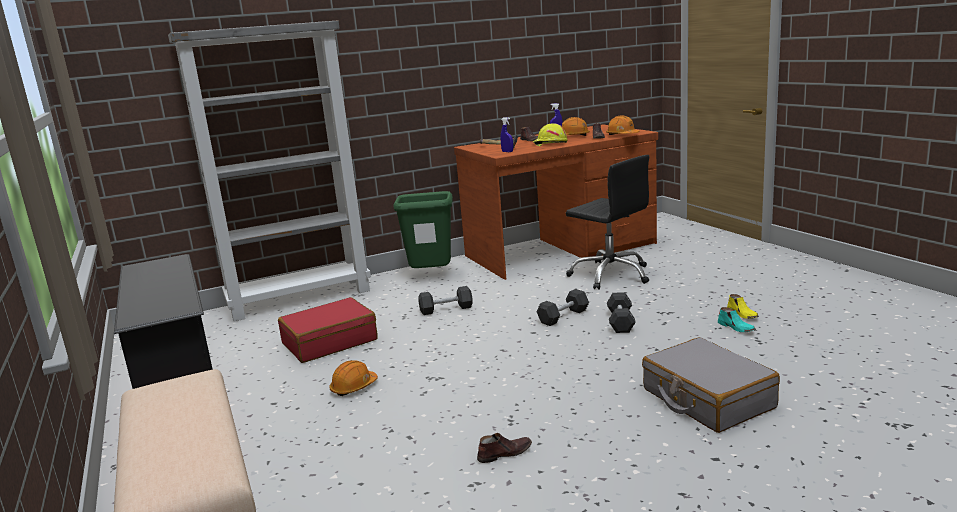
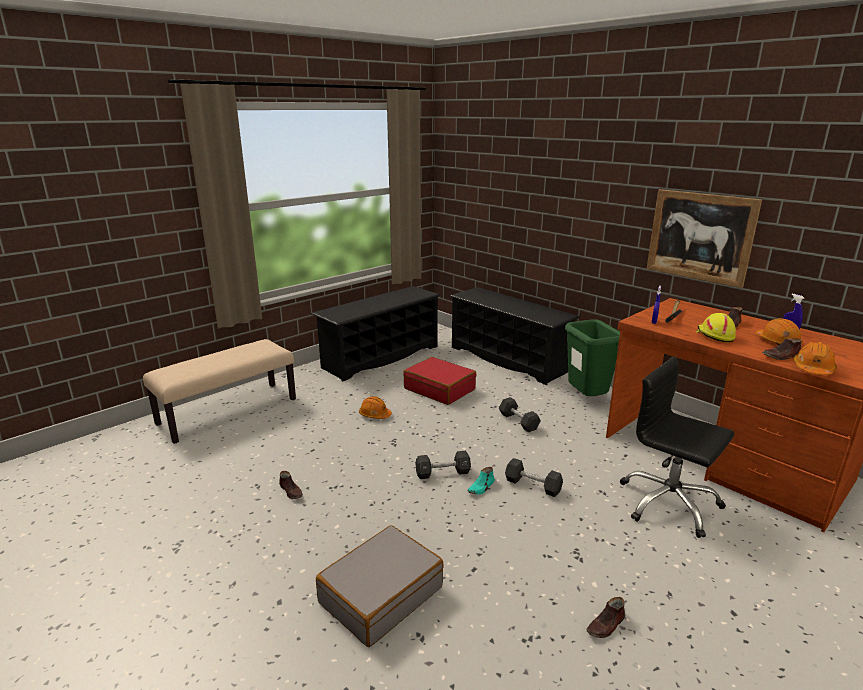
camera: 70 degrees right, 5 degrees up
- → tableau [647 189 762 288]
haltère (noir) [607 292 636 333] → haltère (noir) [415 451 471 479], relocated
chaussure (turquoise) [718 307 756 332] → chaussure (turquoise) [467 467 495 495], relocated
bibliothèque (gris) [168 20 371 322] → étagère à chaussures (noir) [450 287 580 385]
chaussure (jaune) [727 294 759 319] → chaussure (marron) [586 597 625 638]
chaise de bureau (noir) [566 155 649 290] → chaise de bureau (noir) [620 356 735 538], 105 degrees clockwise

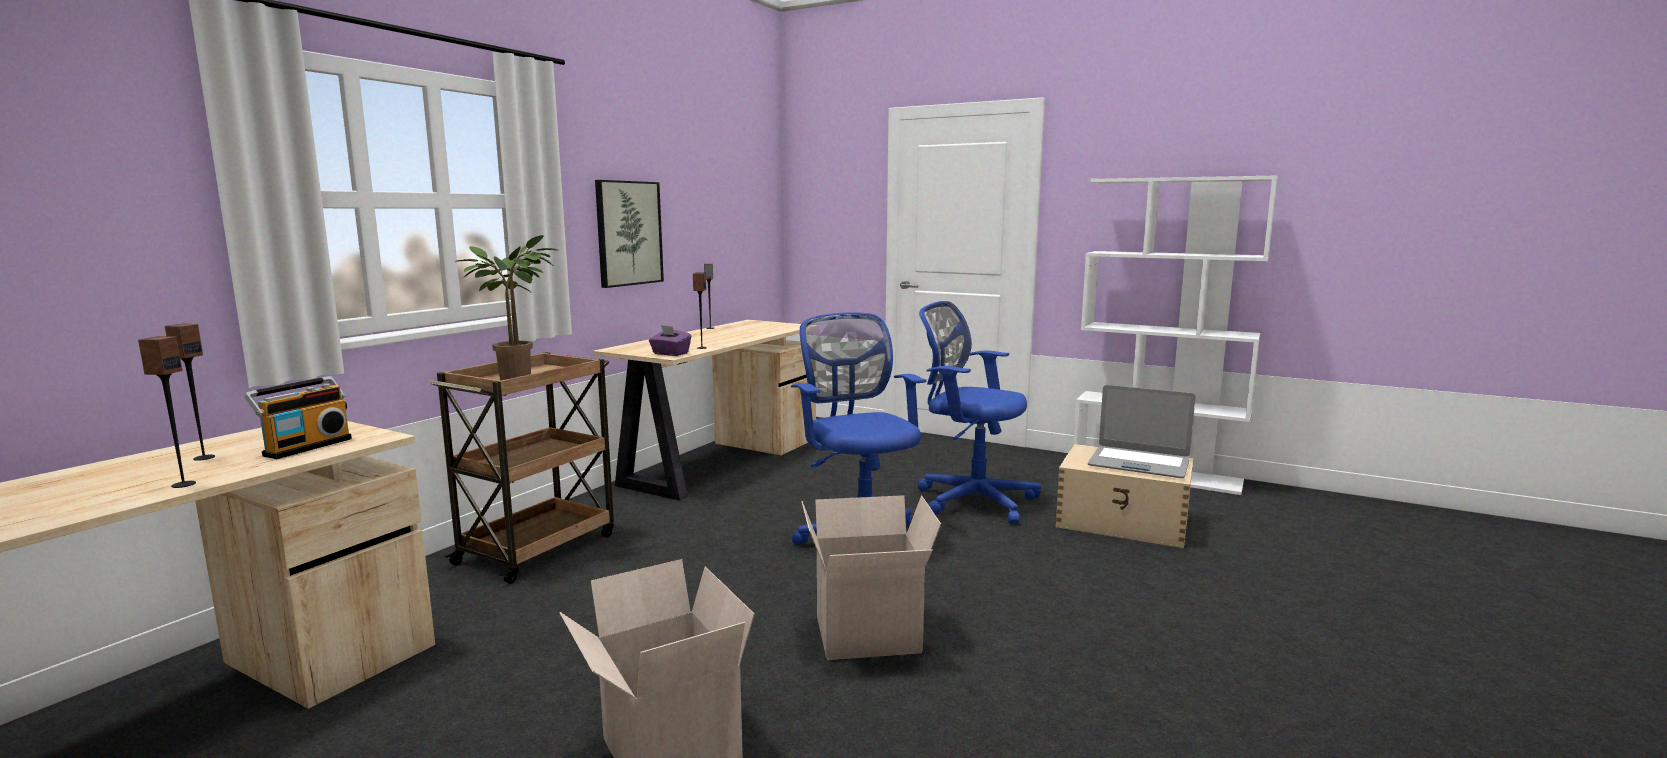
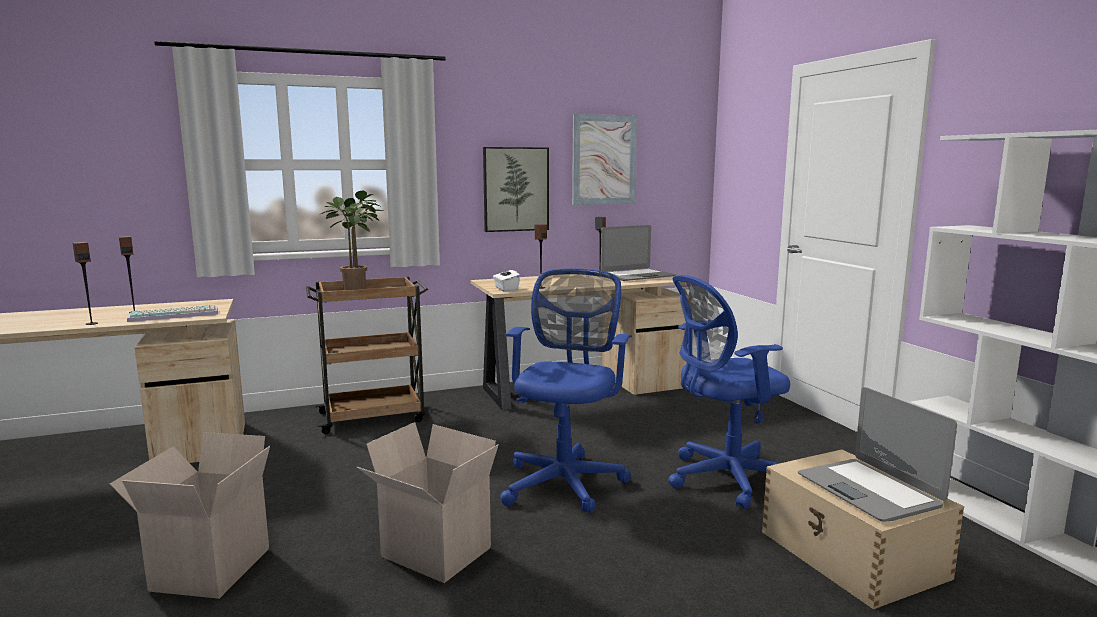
camera: 40 degrees right, 0 degrees up
- → tableau [572 114 637 205]
- → ordinateur portable [601 225 676 281]
radio [244 376 352 459] → clavier [127 305 218 322]
boîte à mouchoirs (violet) [649 325 691 356] → boîte à mouchoirs (blanc) [493 265 520 292]
chaise de bureau (bleu) [917 301 1041 525] → chaise de bureau (bleu) [668 275 790 509], 90 degrees counterclockwise

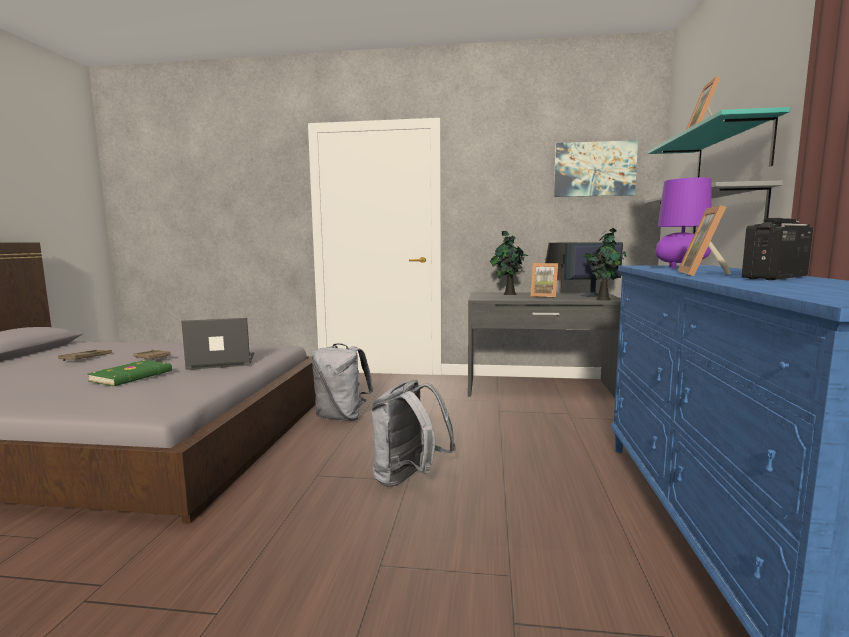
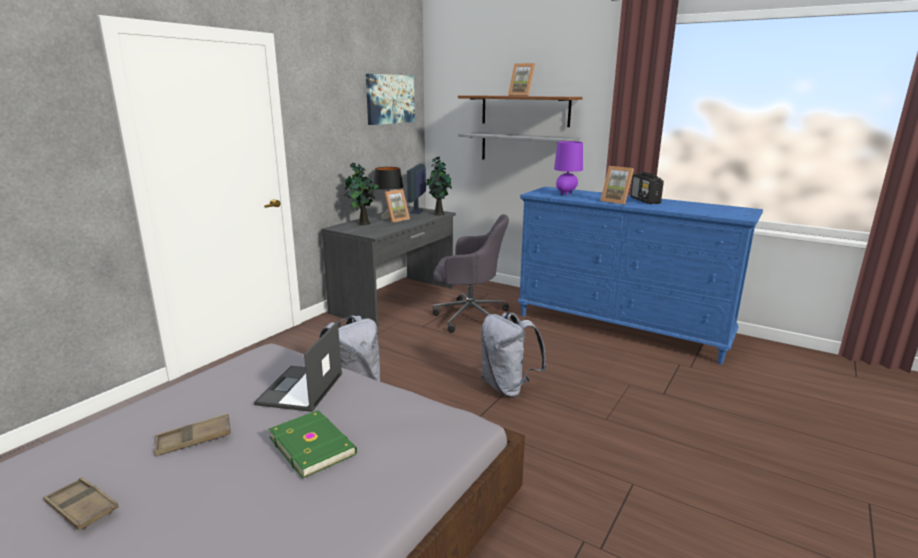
camera: 65 degrees left, 10 degrees up
- → chaise de bureau (gris) [433 214 509 333]
étagère (turquoise) [648 107 790 178] → étagère (marron) [458 95 582 127]

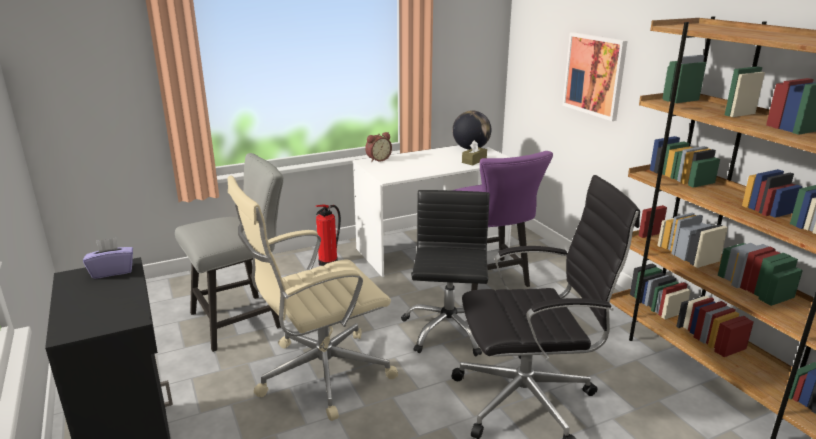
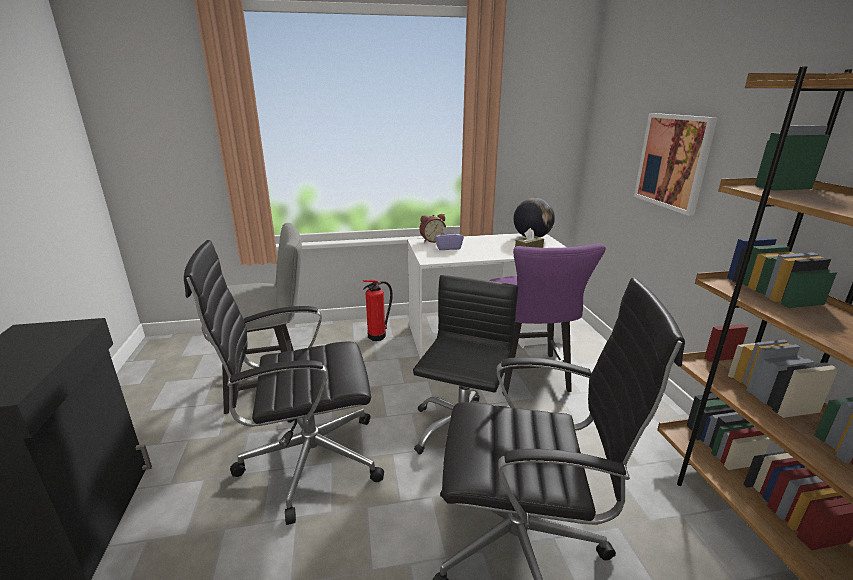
camera: 15 degrees right, 0 degrees up
boîte à mouchoirs (violet) [83 238 133 279] → boîte à mouchoirs (violet) [434 227 464 250], relocated
chaise de bureau (beige) [228 176 398 421] → chaise de bureau (noir) [184 240 384 525]

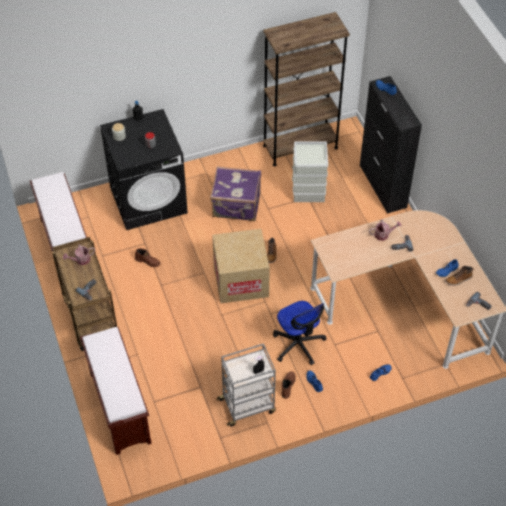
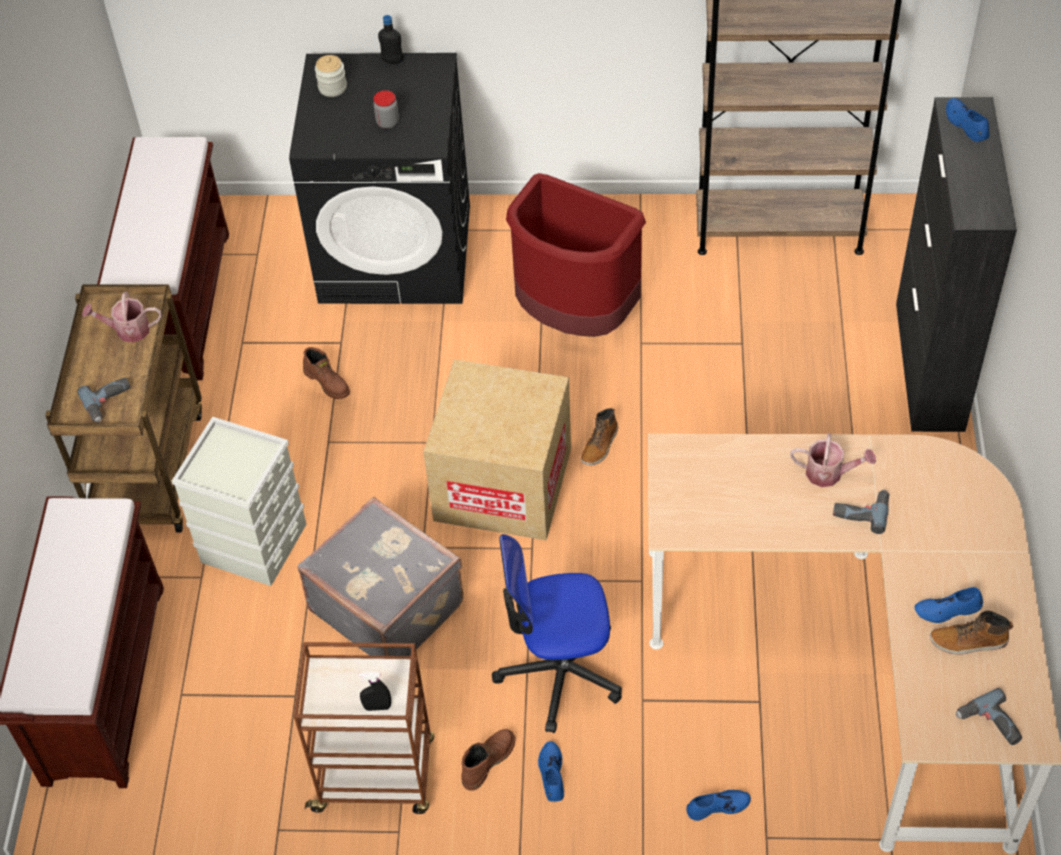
camera: 25 degrees right, 0 degrees up
- → valise (gris) [298 497 464 656]
boîte de rangement (gris) [292 141 328 202] → boîte de rangement (gris) [172 417 306 586], relocated
valise (violet) [210 167 261 221] → poubelle (rouge) [506 173 646 337]
chariot (gris) [217 343 276 427] → chariot (marron) [294 642 434 814]
chaise de bureau [273 301 327 365] → chaise de bureau [492 534 622 733], 90 degrees clockwise

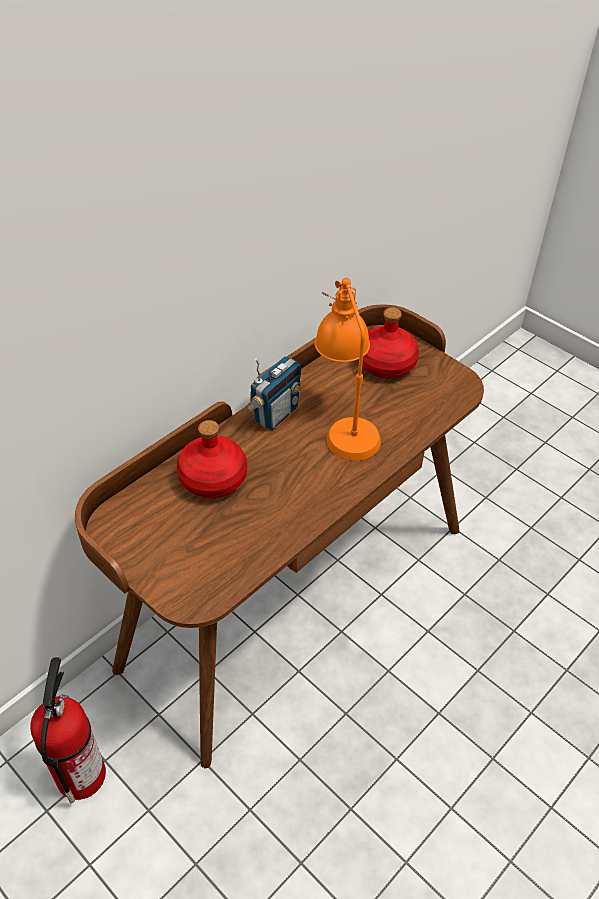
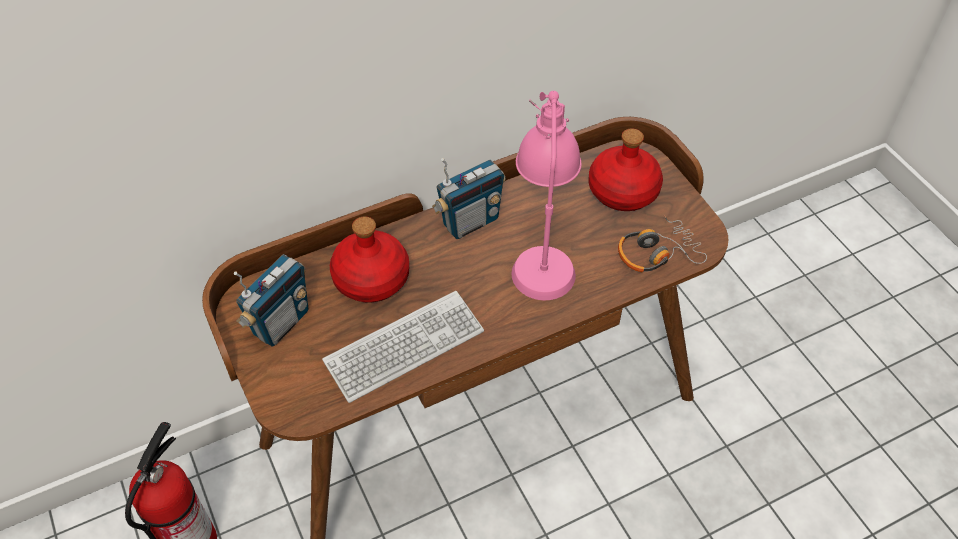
camera: 20 degrees right, 5 degrees up
- → radio [234 254 308 347]
- → clavier [322 291 484 403]
- → casque audio [618 215 707 272]
lampe de table (orange) [314 278 381 461] → lampe de table (rose) [511 91 582 300]

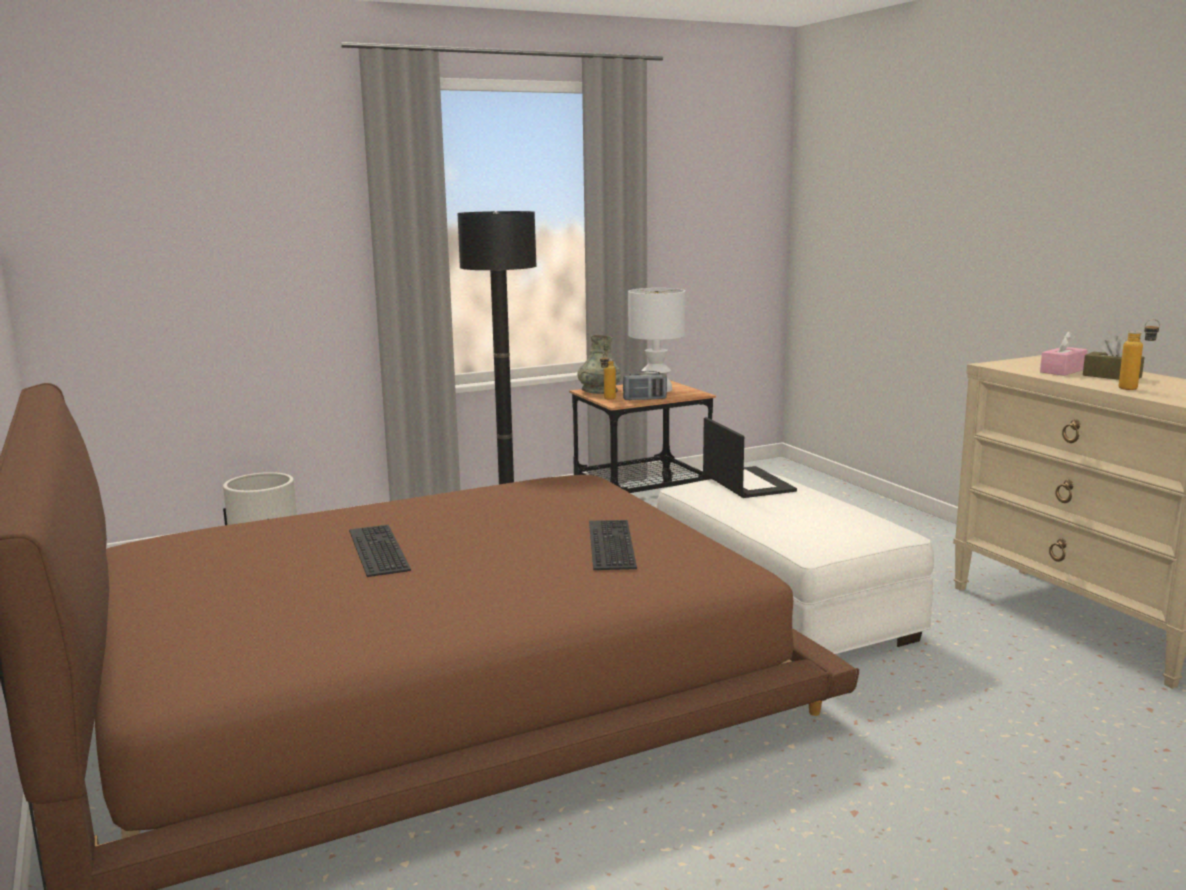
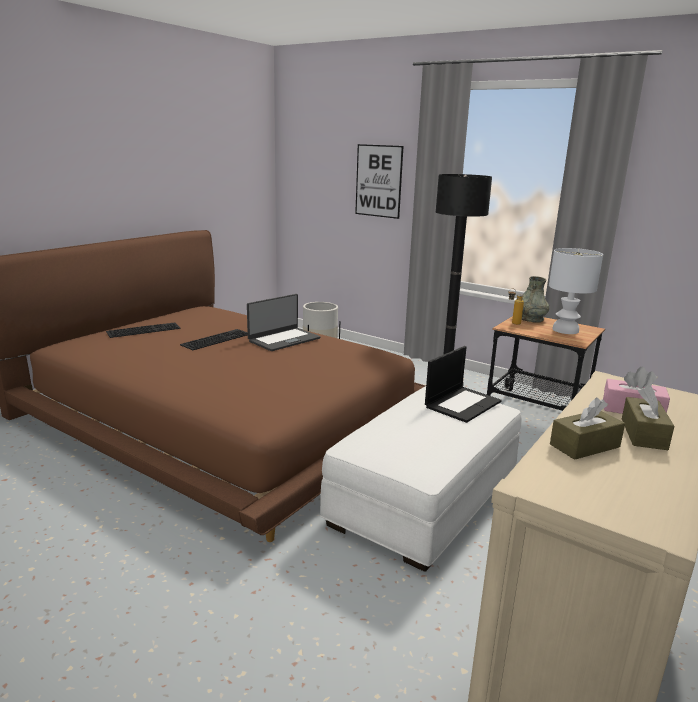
camera: 60 degrees right, 5 degrees up
radio [623 371 667 400] → -
- → ordinateur portable [247 294 320 351]
- → tableau [355 144 404 219]
clavier [589 520 637 570] → clavier [106 322 181 338], relocated
bouteille [1119 319 1160 390] → boîte à mouchoirs (marron) [550 398 625 460]

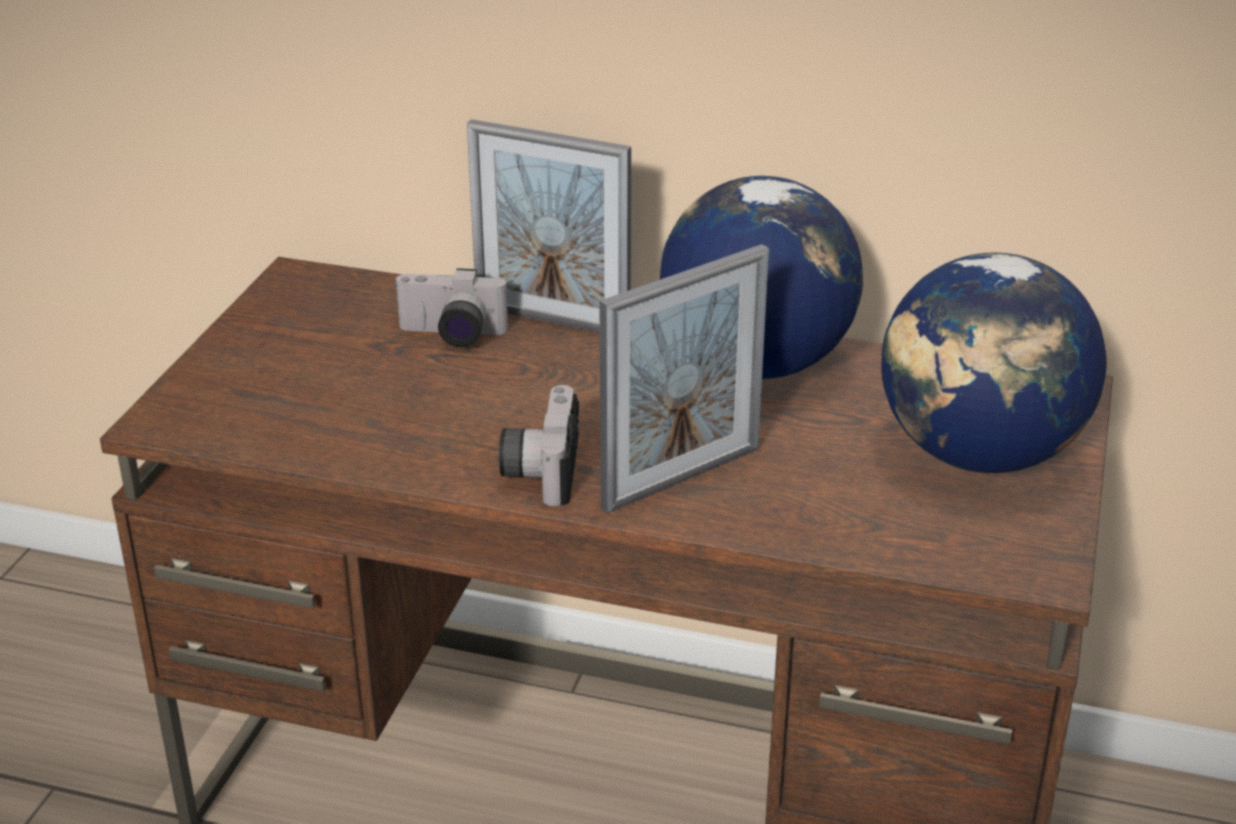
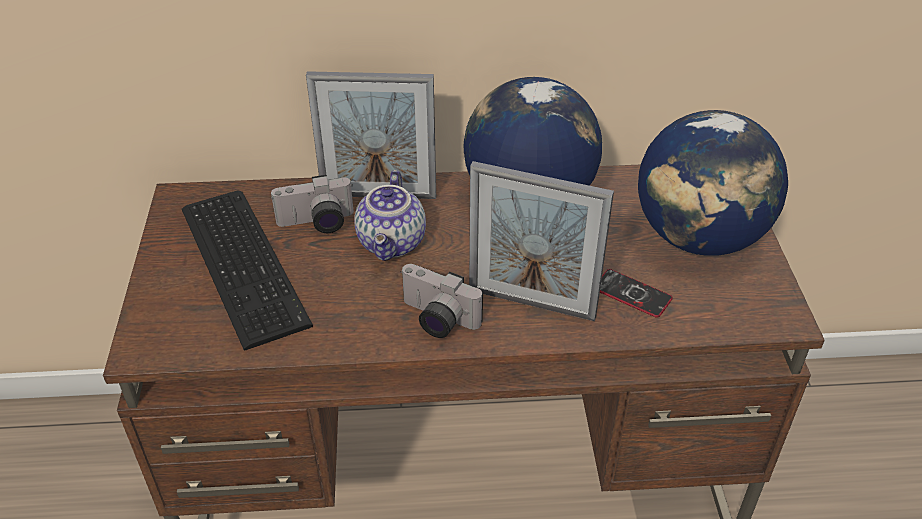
camera: 20 degrees left, 10 degrees up
- → clavier [182 190 313 351]
- → théière [355 170 426 261]
- → téléphone [600 269 673 318]
appareil photo [499 385 579 506] → appareil photo [400 264 483 338], 45 degrees counterclockwise
cadre photo [599 244 769 514] → cadre photo [469 161 614 321], 75 degrees clockwise

